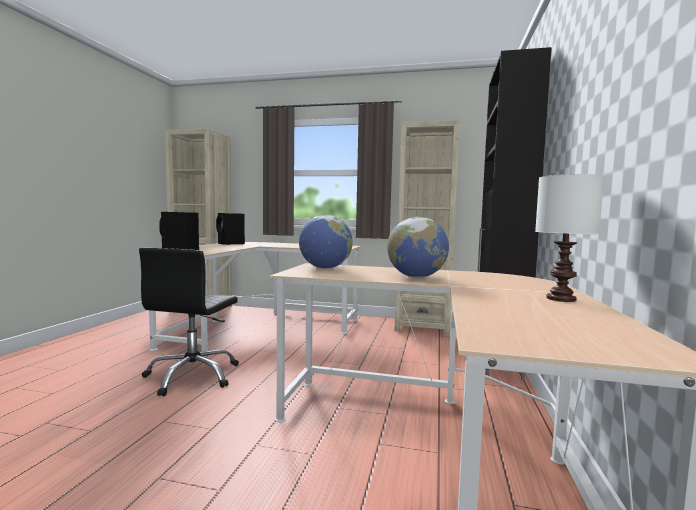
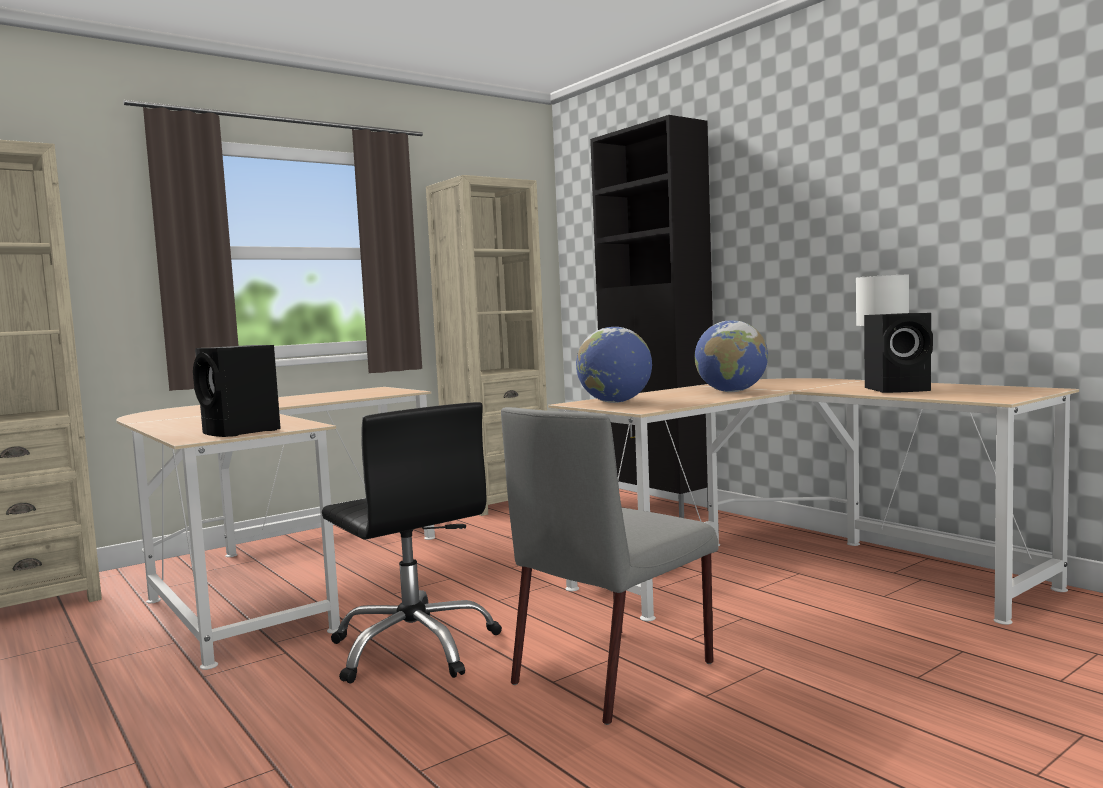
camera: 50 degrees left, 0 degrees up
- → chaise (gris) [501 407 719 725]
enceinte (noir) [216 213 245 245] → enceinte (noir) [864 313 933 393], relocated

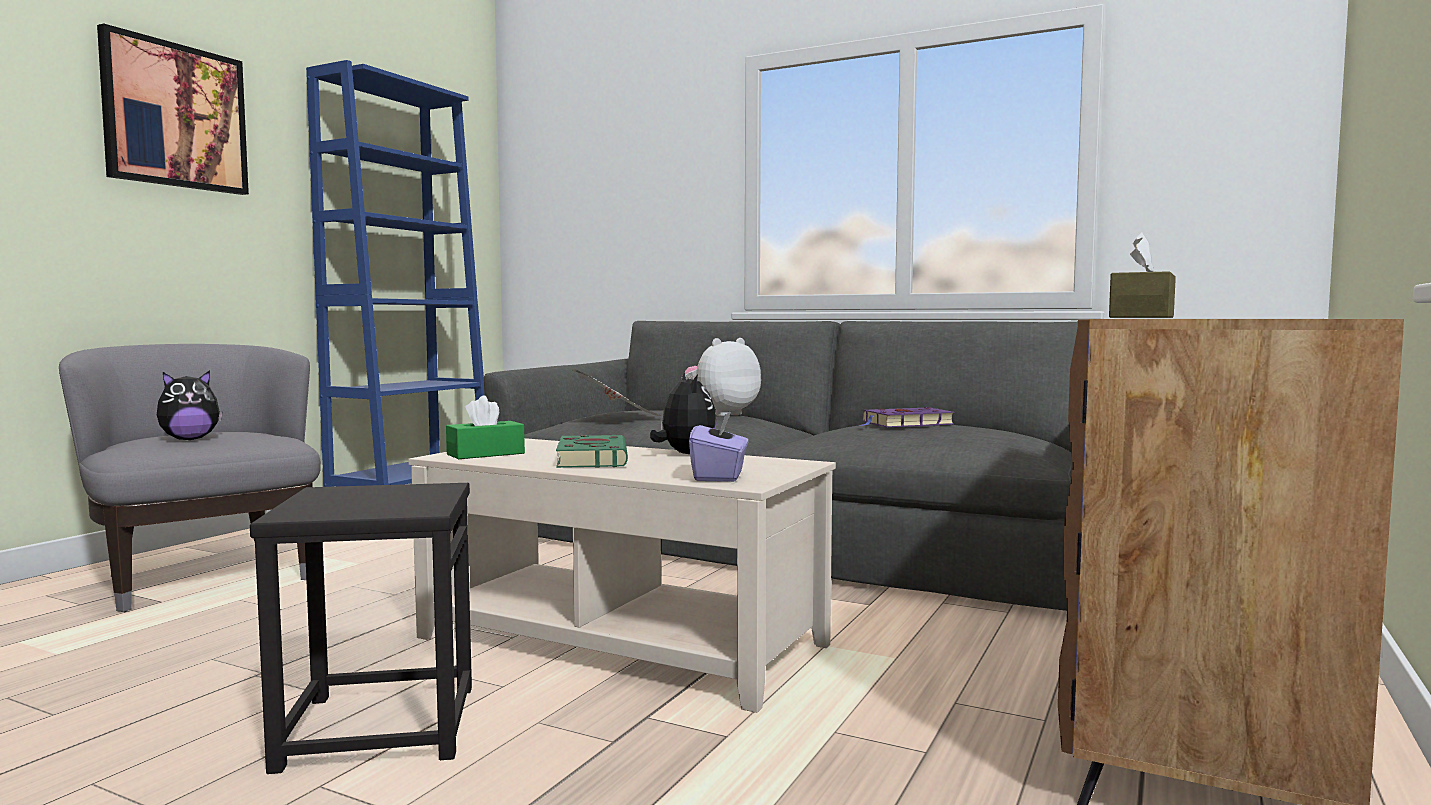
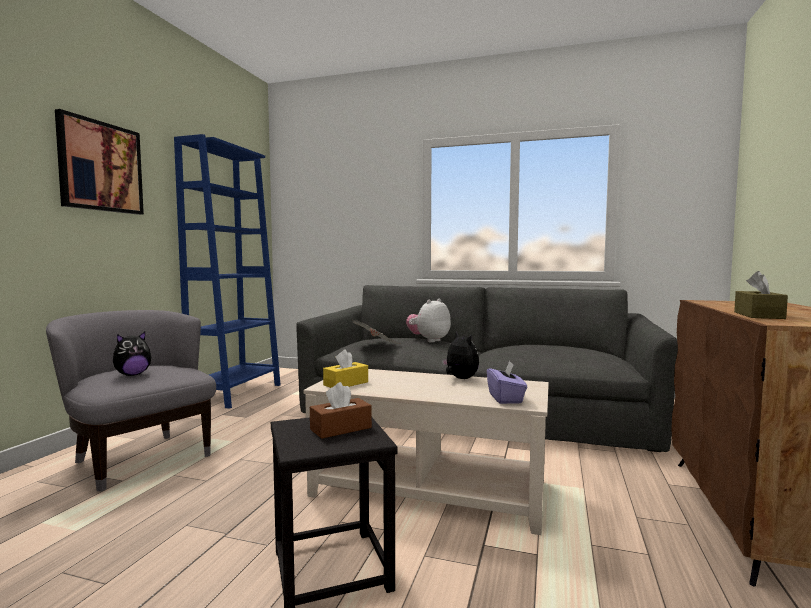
camera: 10 degrees left, 0 degrees up
livre (vert) [556 435 628 468] → -
livre (violet) [860 407 954 427] → -
- → boîte à mouchoirs (marron) [310 382 372 439]
boîte à mouchoirs (vert) [446 395 525 459] → boîte à mouchoirs (jaune) [323 349 368 388]

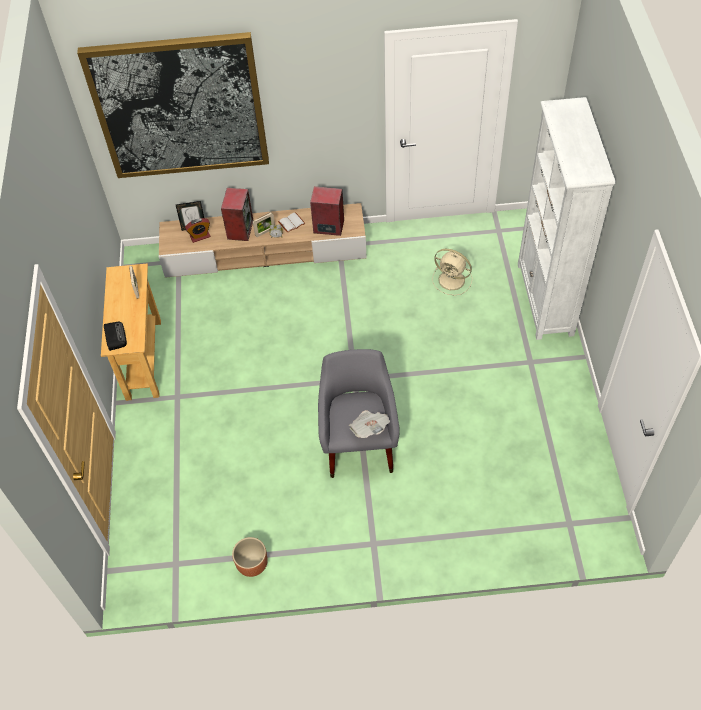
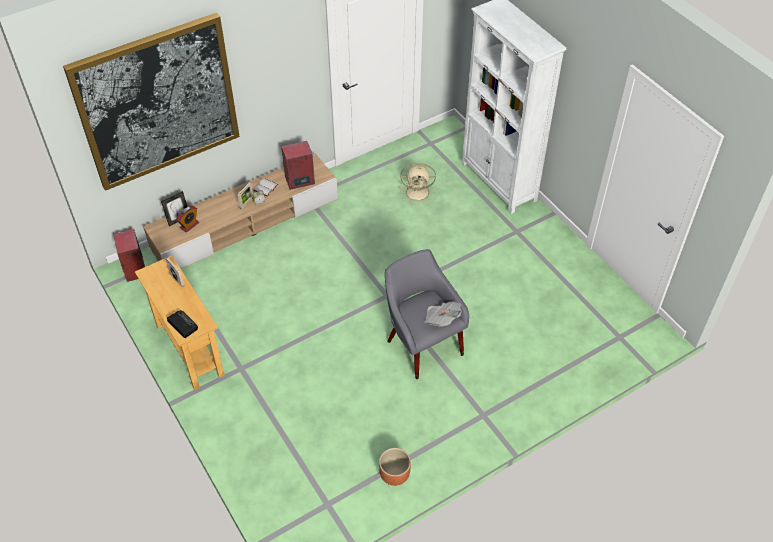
camera: 30 degrees left, 5 degrees down
enceinte [221 188 254 241] → enceinte [113 229 145 282], relocated

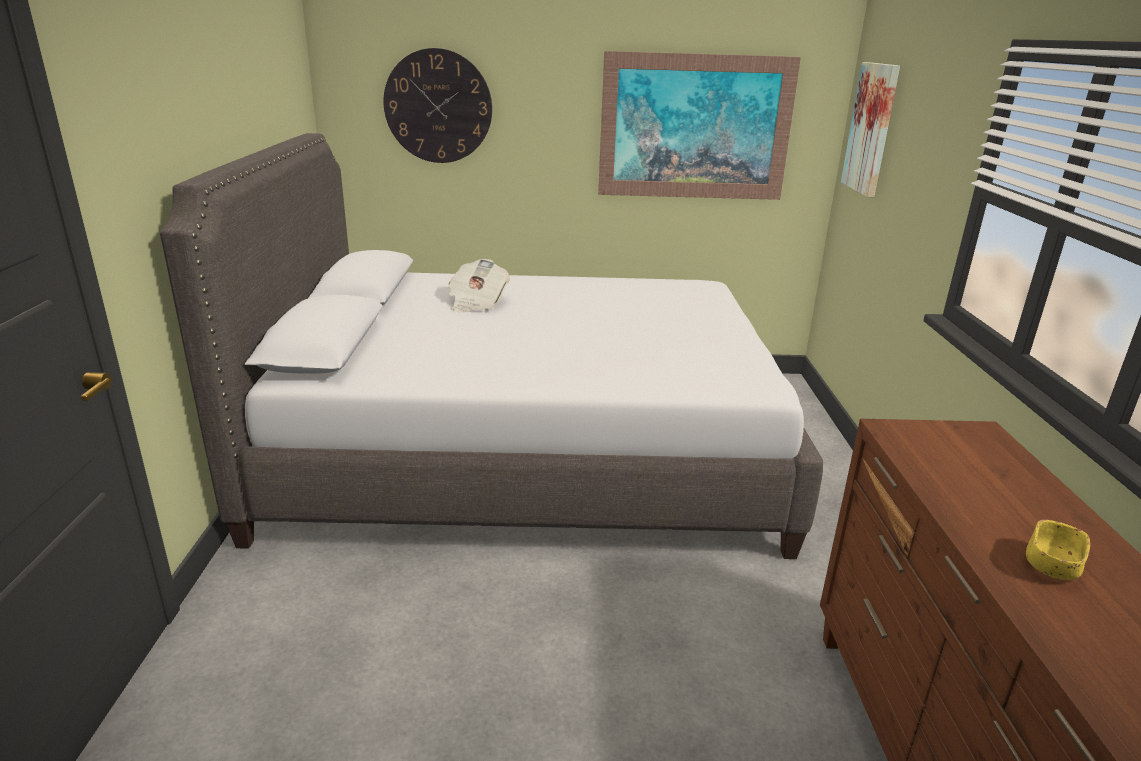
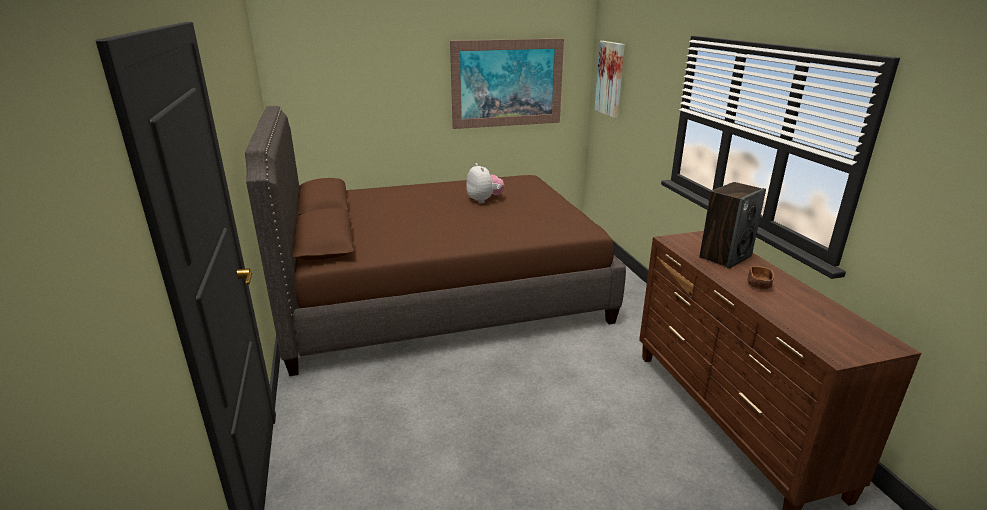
camera: 15 degrees left, 0 degrees up
horloge murale [383 48 492 163] → -
journal [448 259 510 313] → -
- → peluche [466 163 504 203]
- → enceinte [699 182 766 269]
lit (gris) [160 133 823 559] → lit (marron) [245 106 626 376]
bol (jaune) [1026 520 1090 580] → bol (marron) [748 266 774 290]

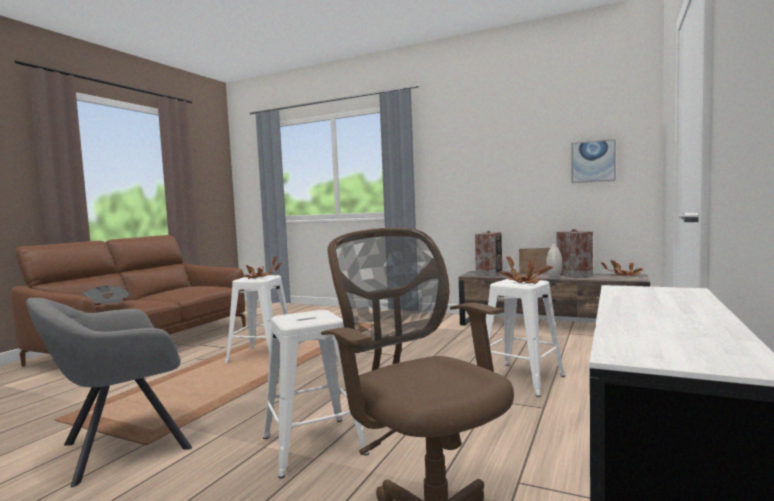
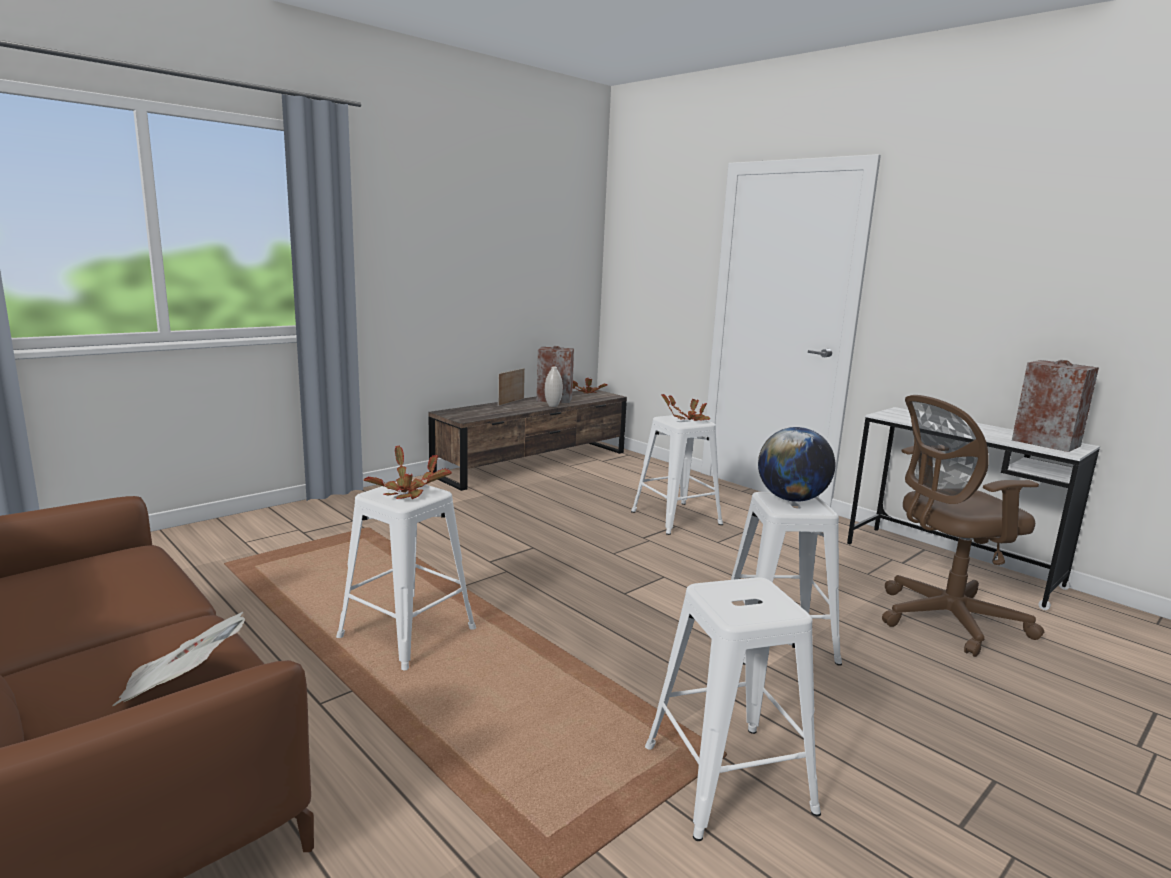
camera: 70 degrees left, 10 degrees up
tableau [571 139 616 183] → -
- → globe [758 427 835 502]
enceinte [475 231 502 276] → enceinte [1012 360 1099 452], relocated
fauteuil (gris) [26 298 192 487] → tabouret (blanc) [645 577 821 841]

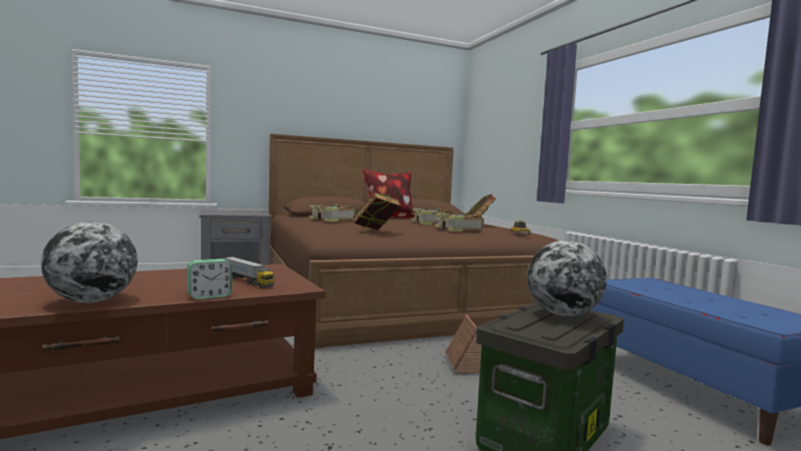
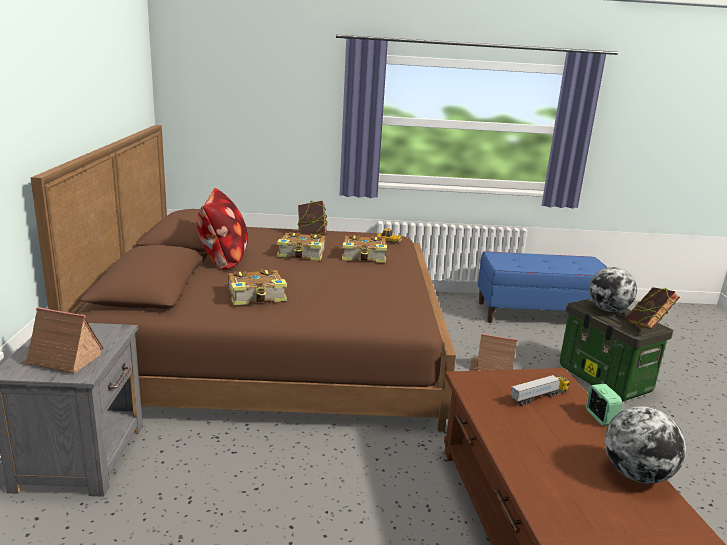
camera: 70 degrees left, 15 degrees up
- → maison miniature [21 307 104 374]
livre [353 192 401 230] → livre [626 287 680 329], relocated

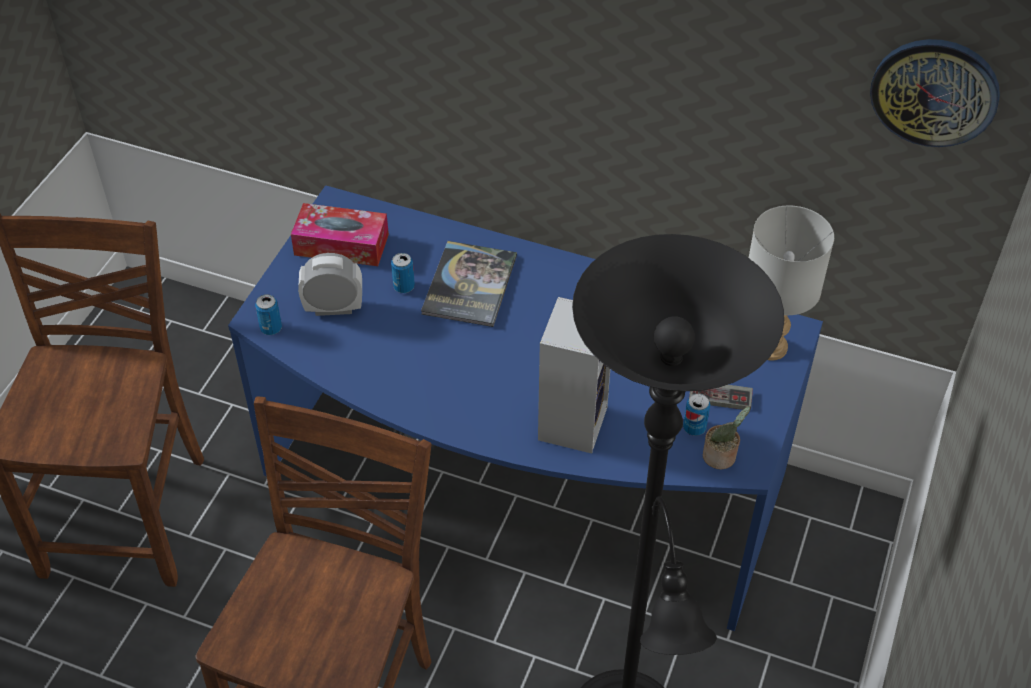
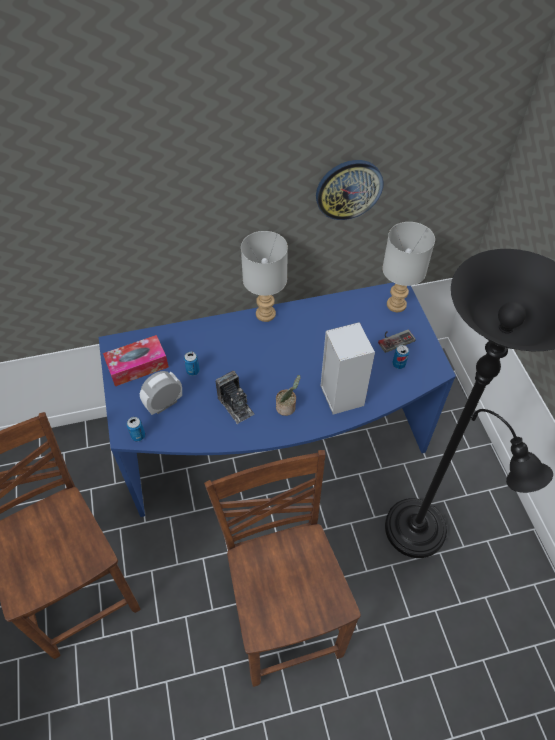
camera: 35 degrees left, 5 degrees up
livre [421 241 517 327] → -
- → appareil photo [216 371 254 424]
- → lampe de table (gris) [241 231 288 322]
plante en pot [703 406 750 469] → plante en pot [276 375 301 416], relocated
horloge murale [870 39 1000 147] → horloge murale [316 160 383 220], relocated

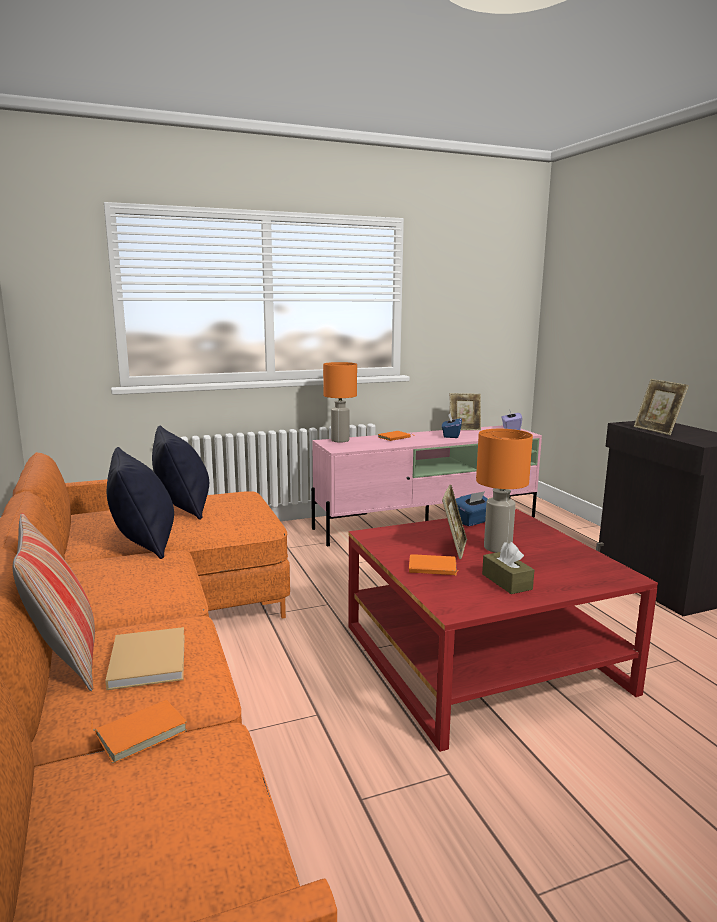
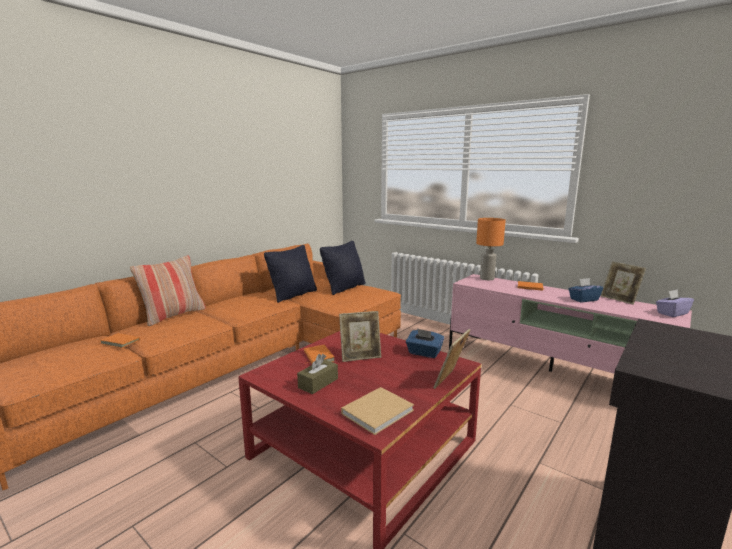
camera: 60 degrees right, 0 degrees up
lampe de table (orange) [476 429 533 553] → -
livre (beige) [105 627 185 690] → livre (beige) [341 387 414 435], relocated
cadre photo [634 379 689 435] → cadre photo [433 329 470 389], relocated

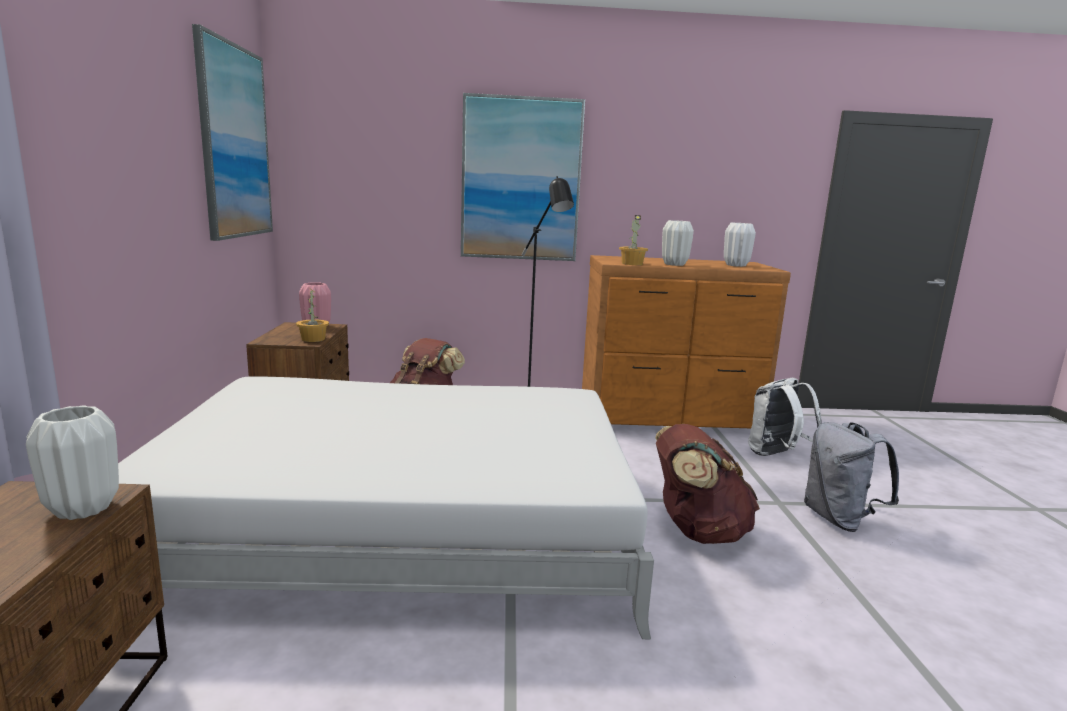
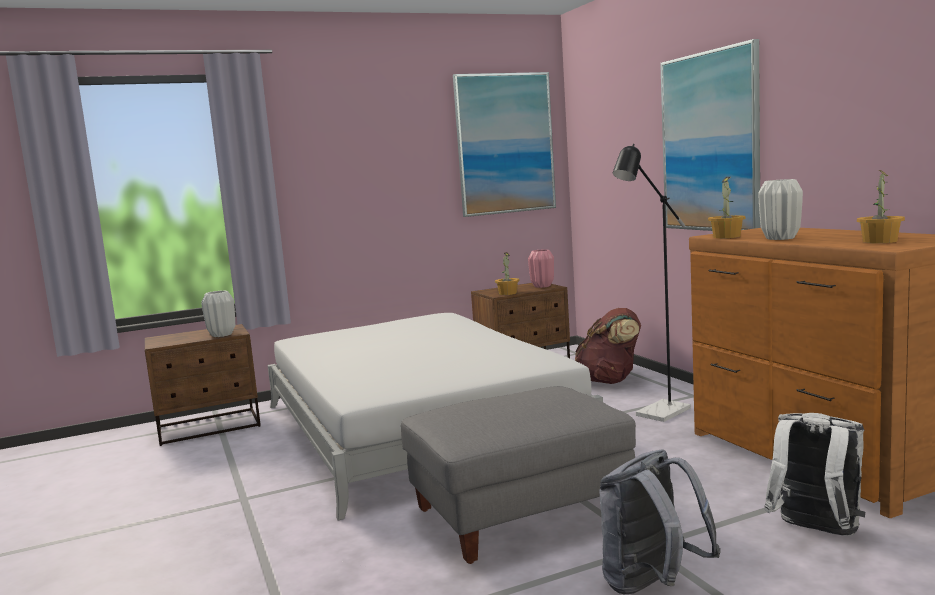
camera: 70 degrees right, 5 degrees down
sac à dos (marron) [655 424 760 544] → pouf (gris) [401 386 636 564]
vase (blanc) [724 223 756 267] → plante en pot [857 170 905 243]

